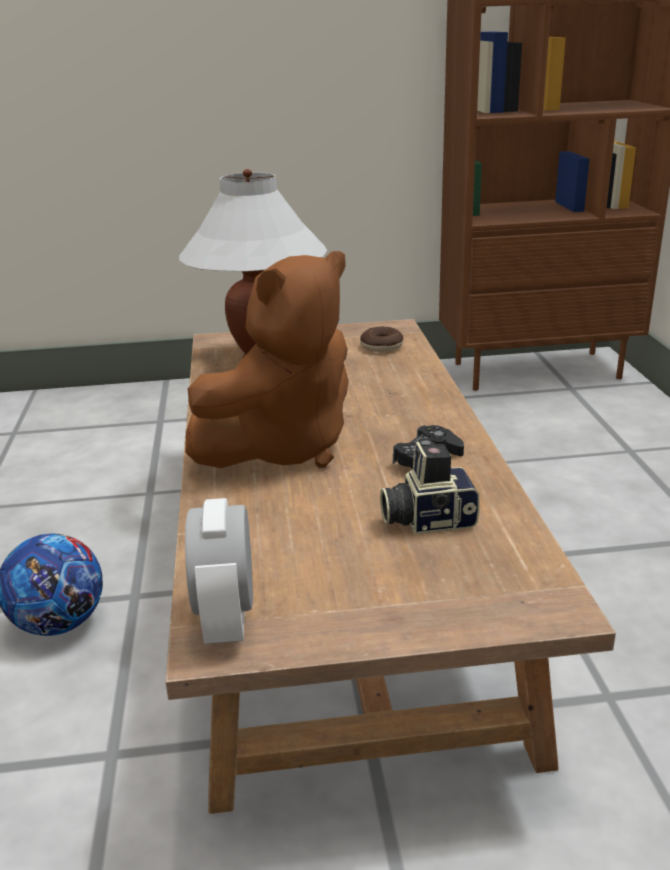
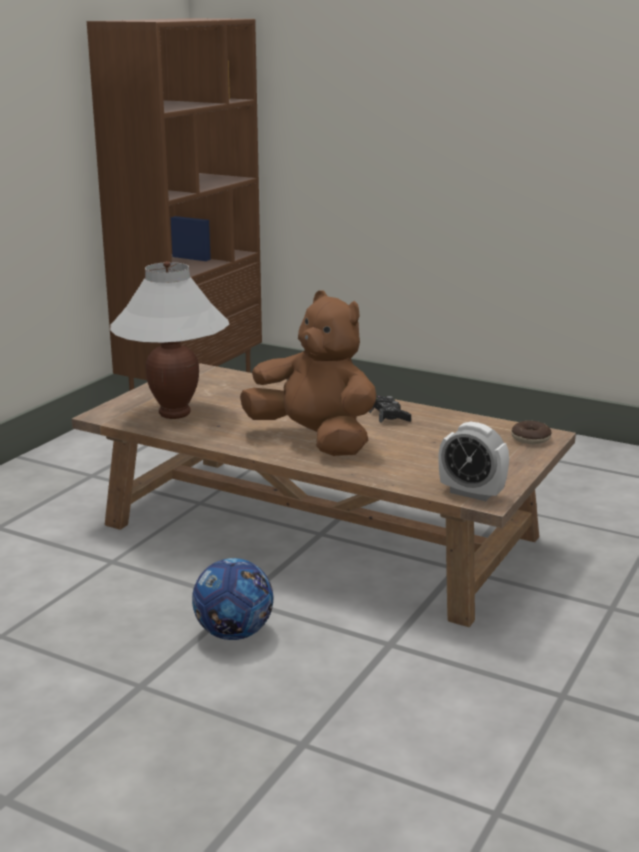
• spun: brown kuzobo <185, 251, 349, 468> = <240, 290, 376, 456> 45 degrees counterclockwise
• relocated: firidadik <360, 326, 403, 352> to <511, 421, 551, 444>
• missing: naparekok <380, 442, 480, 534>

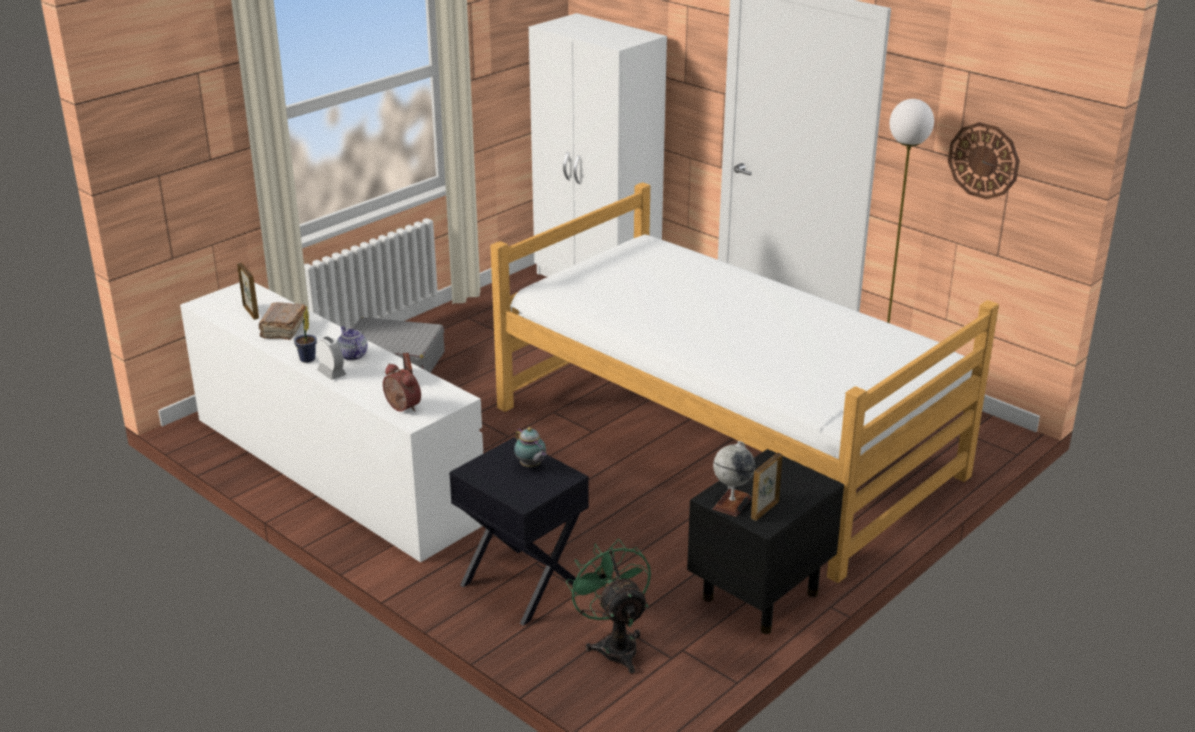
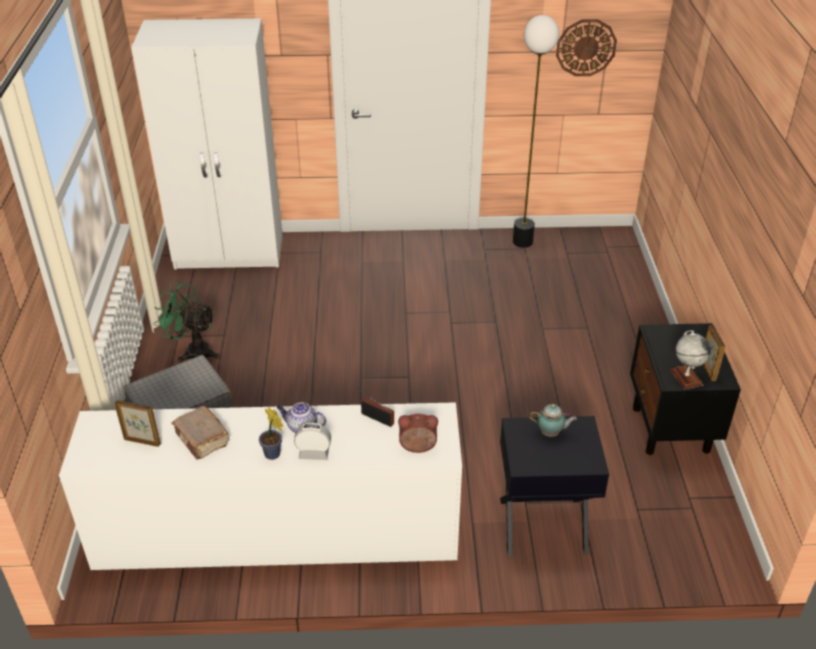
• missing: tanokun <490, 182, 999, 583>
• relocated: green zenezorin <566, 539, 651, 674> to <153, 282, 219, 362>

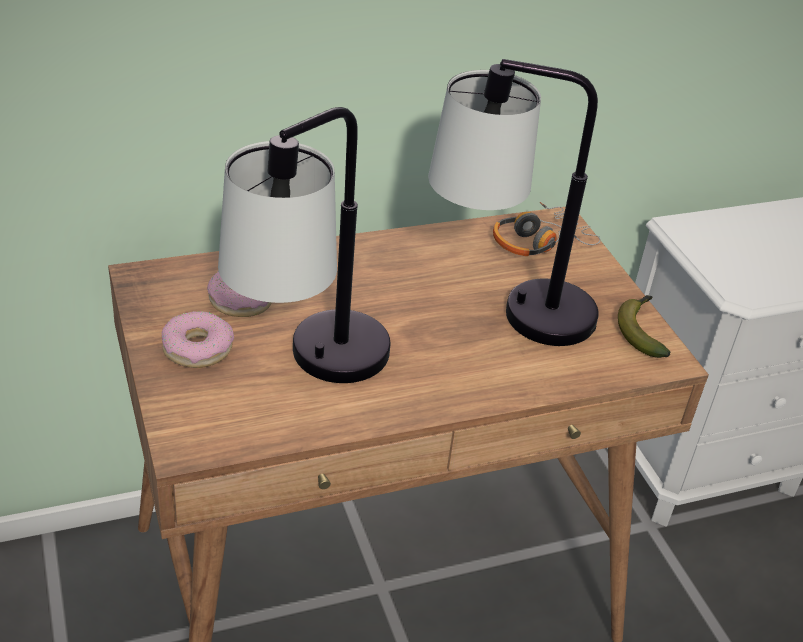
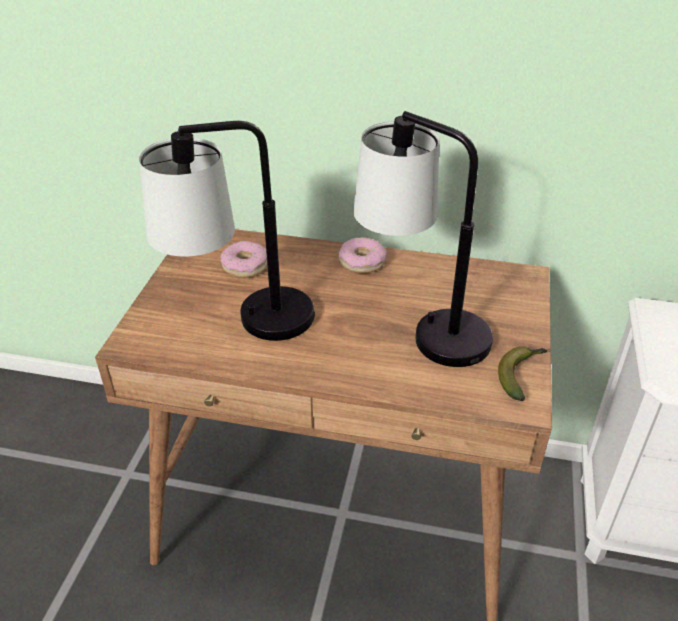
• missing: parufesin <493, 202, 601, 256>
• relocated: firidadik <162, 311, 234, 368> to <339, 237, 387, 273>

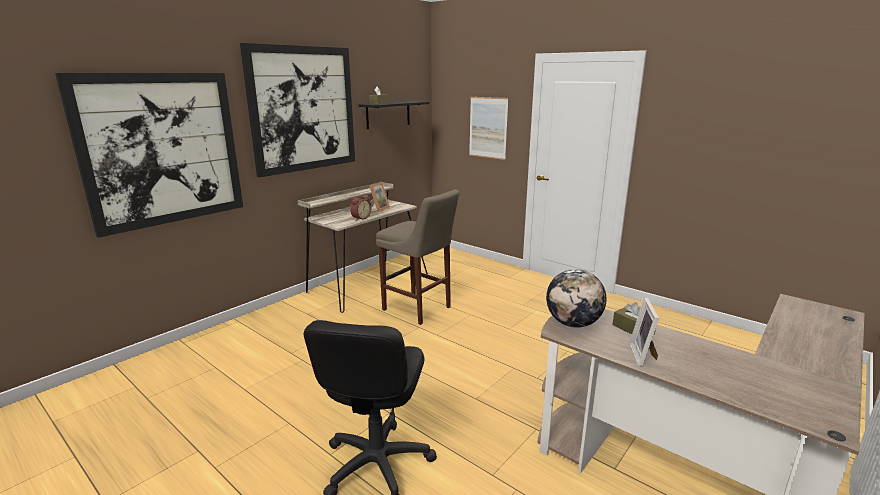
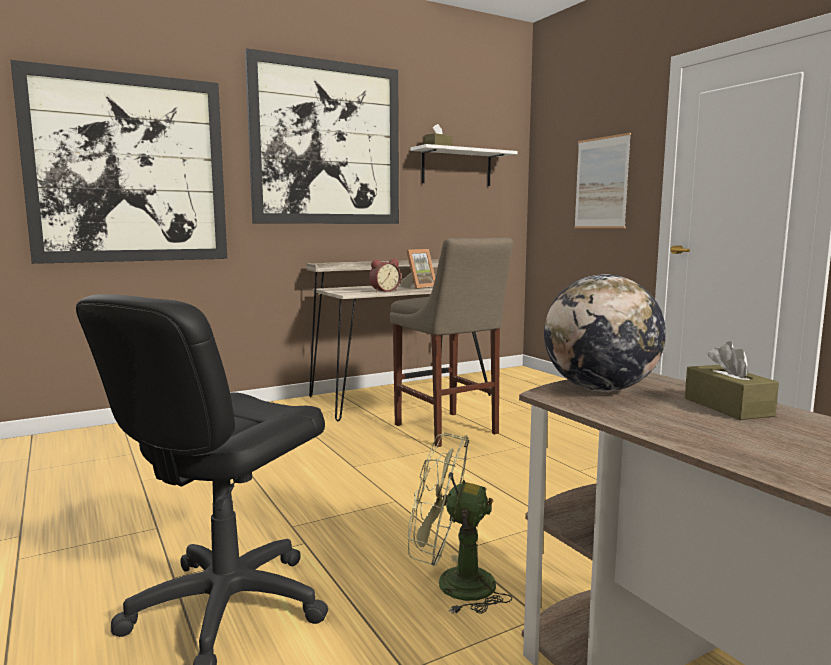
• colour: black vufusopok <359, 101, 429, 129> to white vufusopok <411, 144, 518, 186>
• missing: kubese <629, 298, 659, 367>
• appeared: green zenezorin <408, 433, 512, 614>

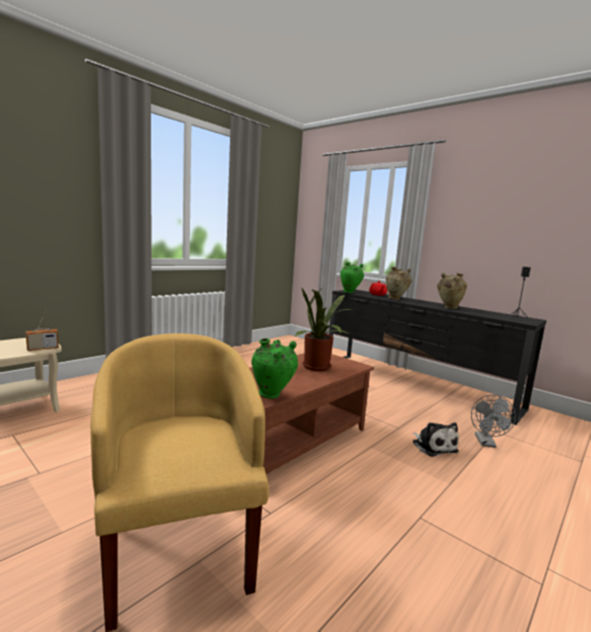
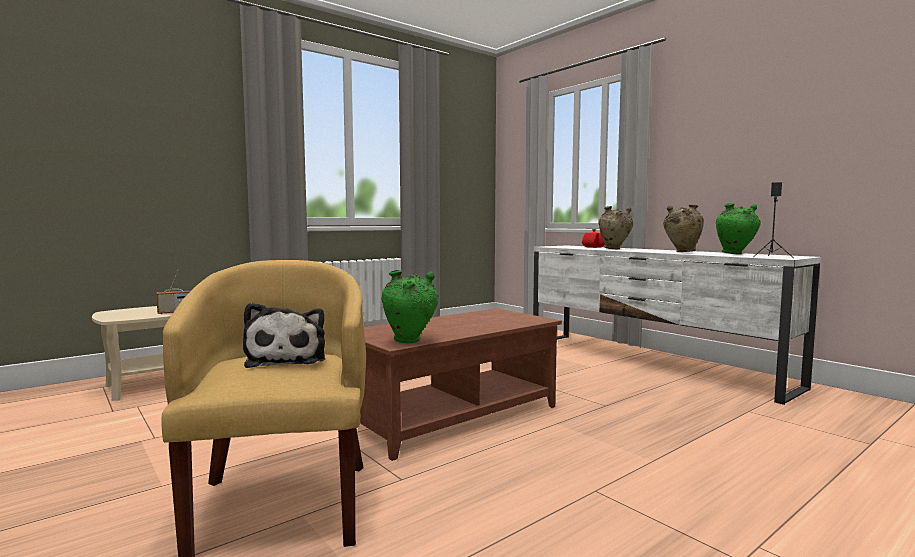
• relocated: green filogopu <340, 262, 364, 293> to <716, 203, 761, 254>
• missing: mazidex <295, 288, 351, 371>
• colour: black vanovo <329, 290, 547, 425> to white vanovo <533, 245, 821, 405>
• missing: grey zenezorin <471, 395, 516, 448>
• relocated: kuzobo <413, 422, 459, 457> to <243, 303, 325, 368>

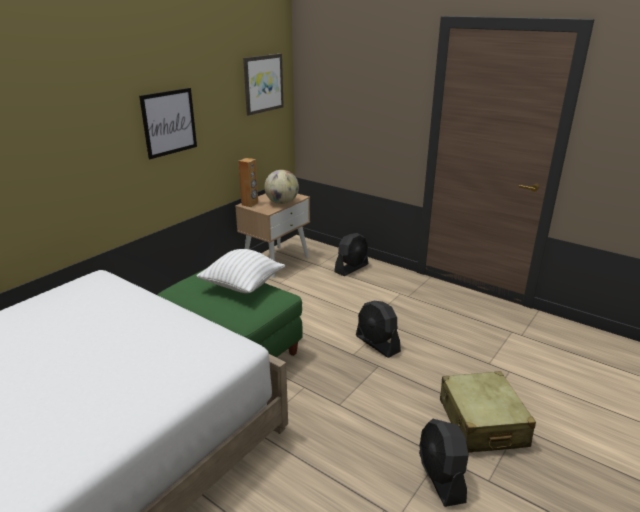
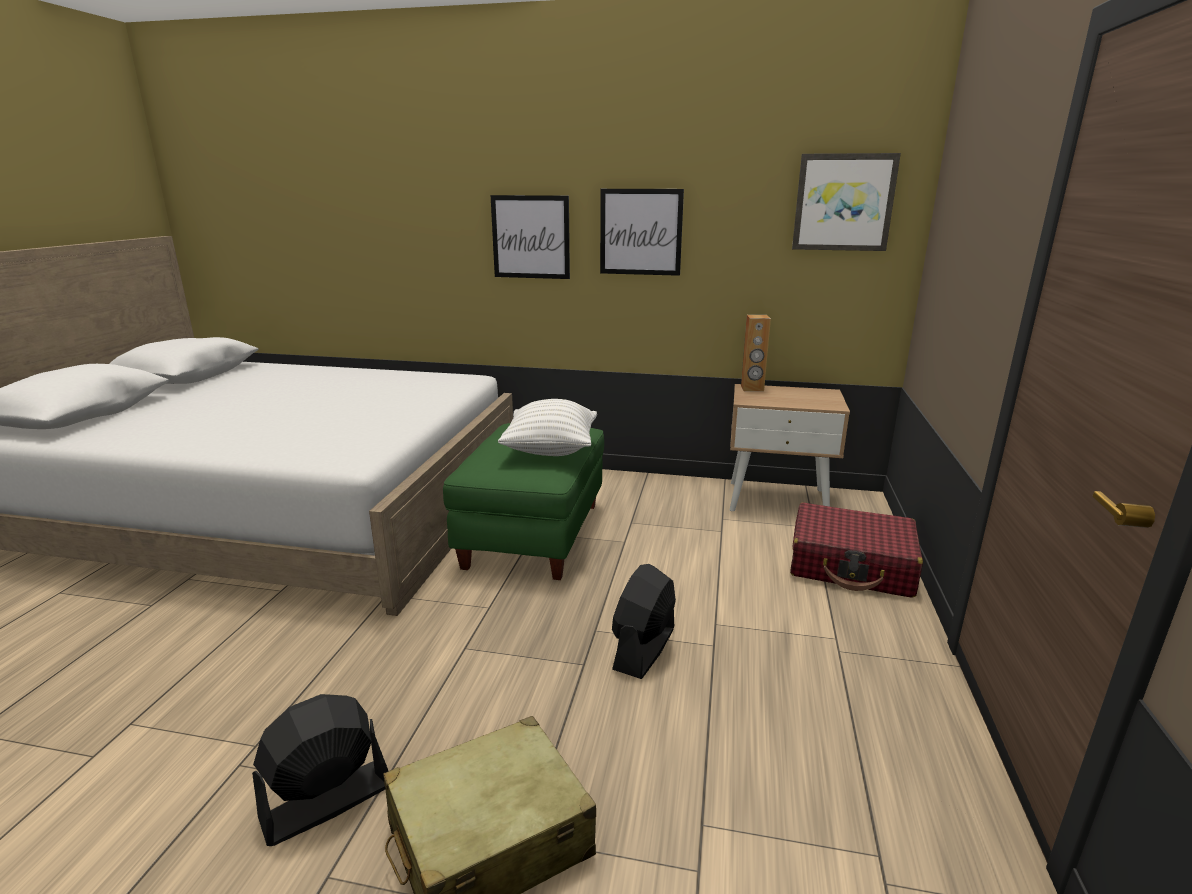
• missing: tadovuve <264, 170, 299, 204>
• exchanged: black zenezorin <334, 233, 368, 276> to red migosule <790, 502, 923, 598>
• appeared: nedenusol <491, 195, 570, 279>

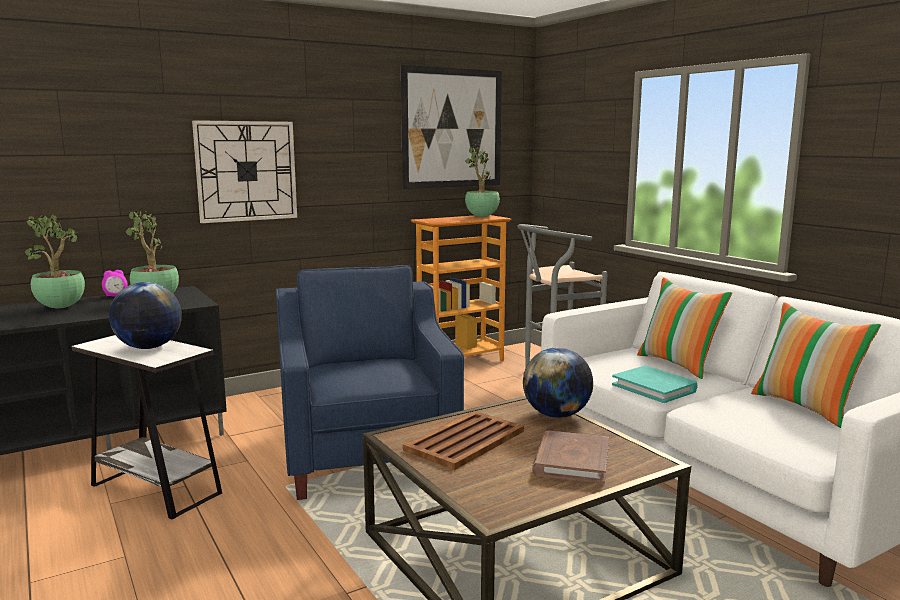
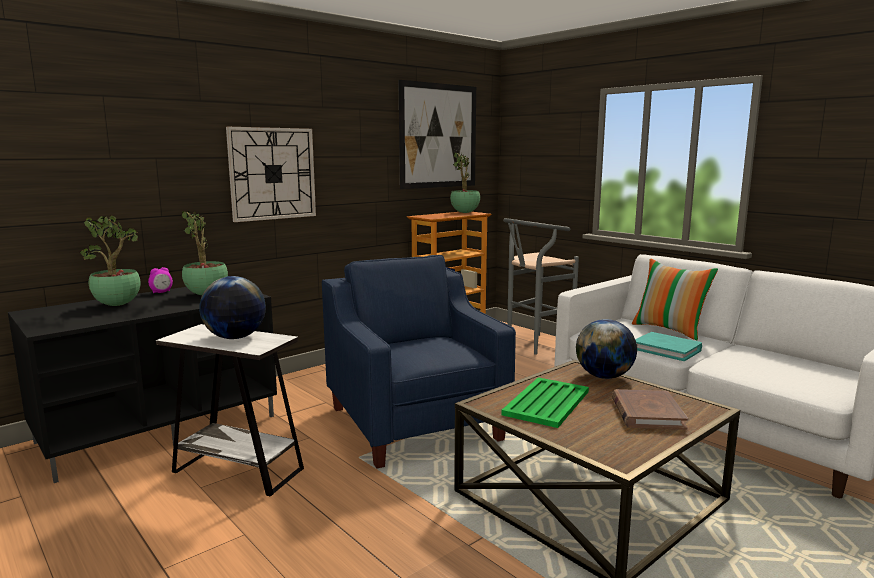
• missing: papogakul <751, 302, 881, 428>
• colour: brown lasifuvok <403, 411, 524, 470> to green lasifuvok <501, 377, 589, 428>

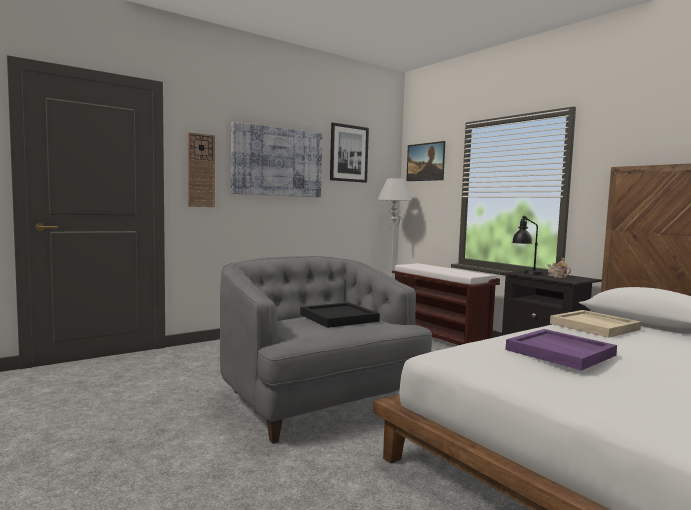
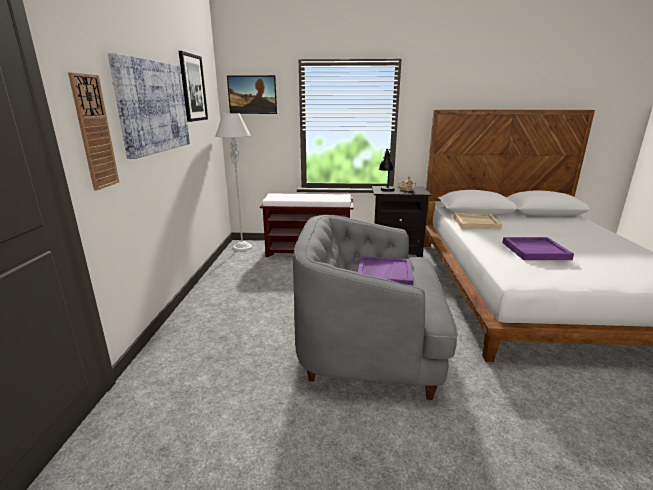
• colour: black lasifuvok <300, 302, 380, 328> to purple lasifuvok <358, 256, 413, 286>

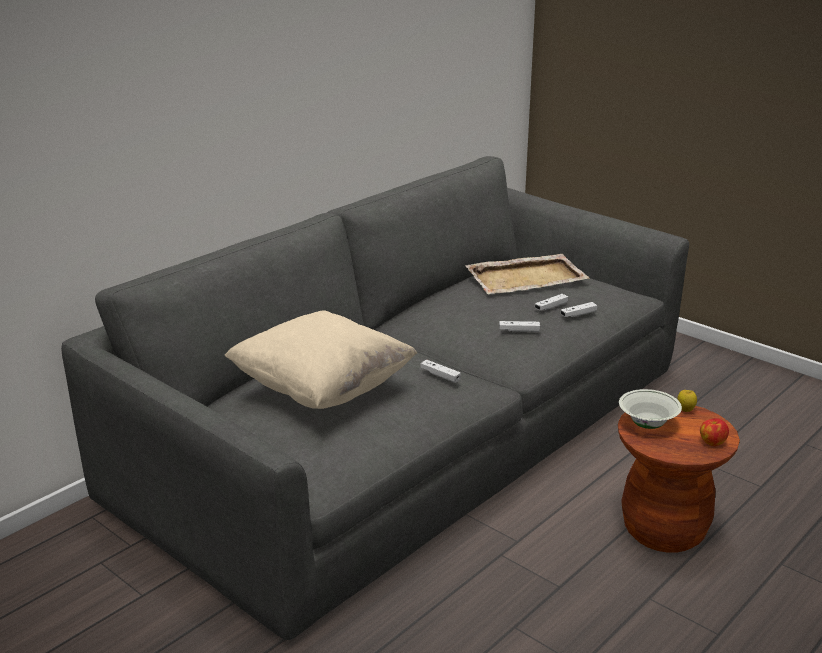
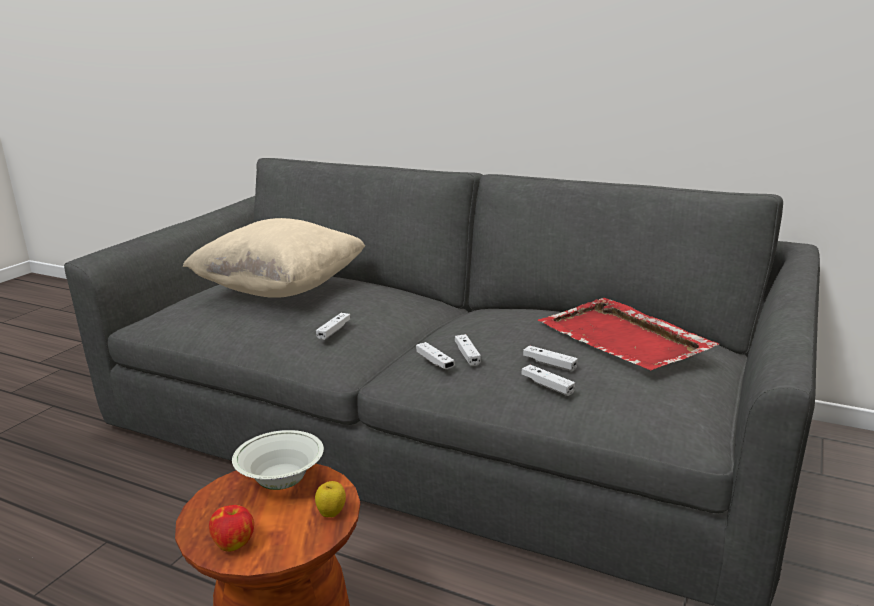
• colour: beige lasifuvok <465, 254, 590, 294> to red lasifuvok <538, 298, 719, 370>
• appeared: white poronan <416, 342, 455, 369>

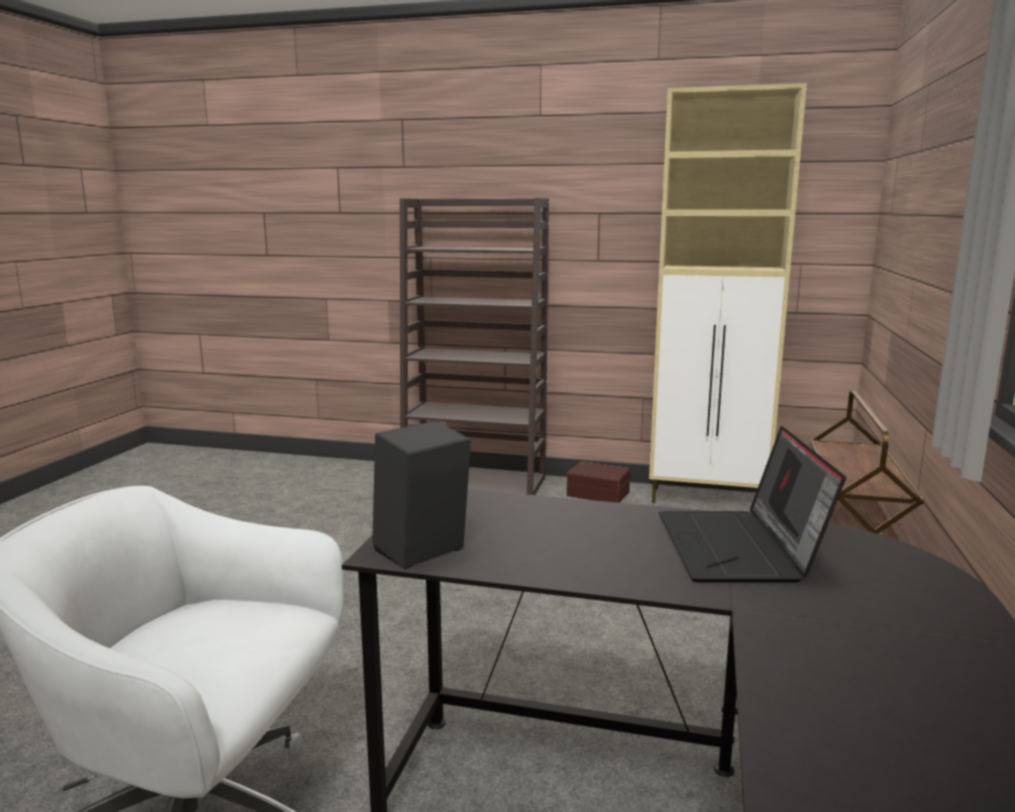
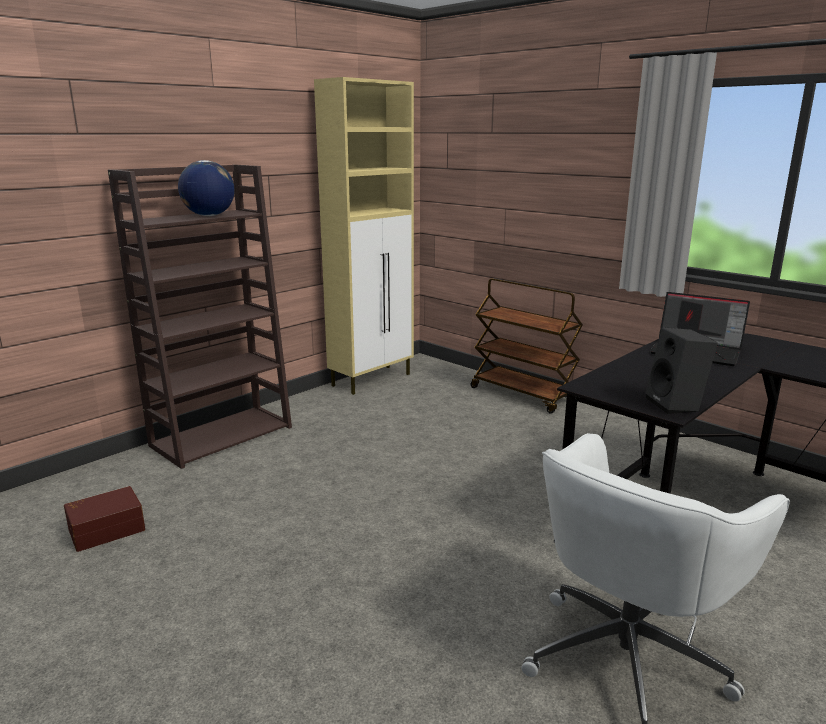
• relocated: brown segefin <567, 461, 630, 503> to <64, 486, 145, 552>
• appeared: tadovuve <178, 160, 235, 216>

